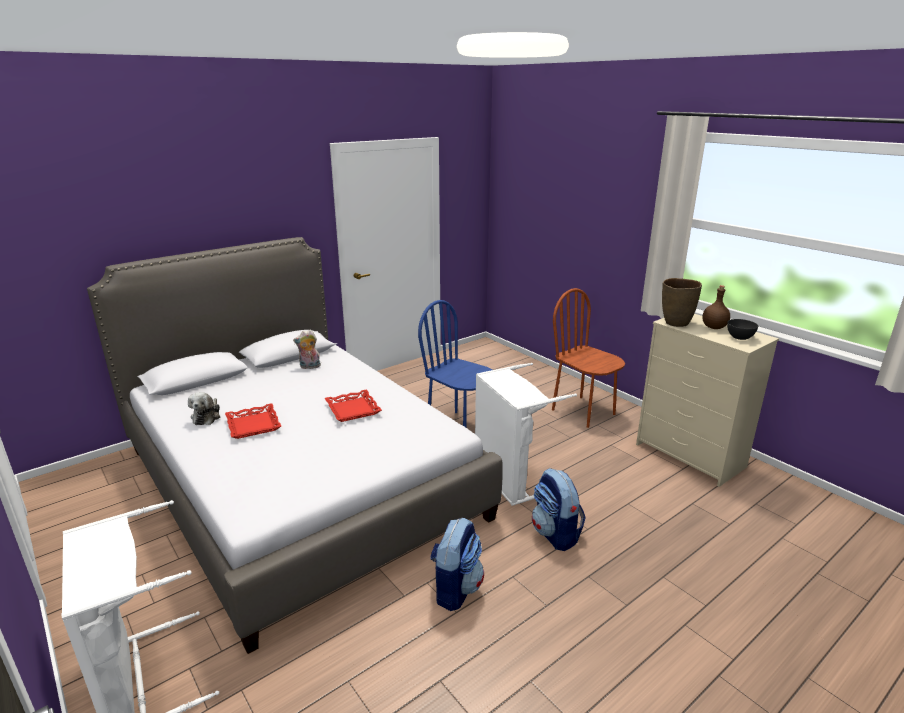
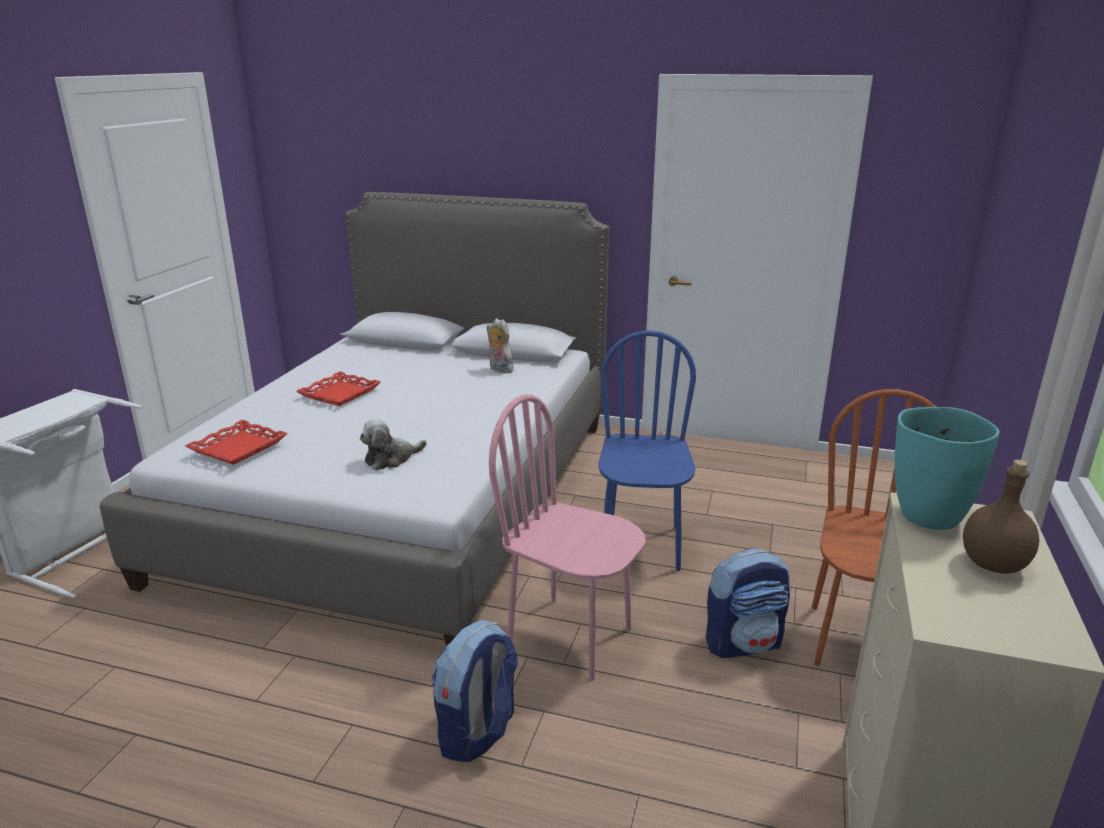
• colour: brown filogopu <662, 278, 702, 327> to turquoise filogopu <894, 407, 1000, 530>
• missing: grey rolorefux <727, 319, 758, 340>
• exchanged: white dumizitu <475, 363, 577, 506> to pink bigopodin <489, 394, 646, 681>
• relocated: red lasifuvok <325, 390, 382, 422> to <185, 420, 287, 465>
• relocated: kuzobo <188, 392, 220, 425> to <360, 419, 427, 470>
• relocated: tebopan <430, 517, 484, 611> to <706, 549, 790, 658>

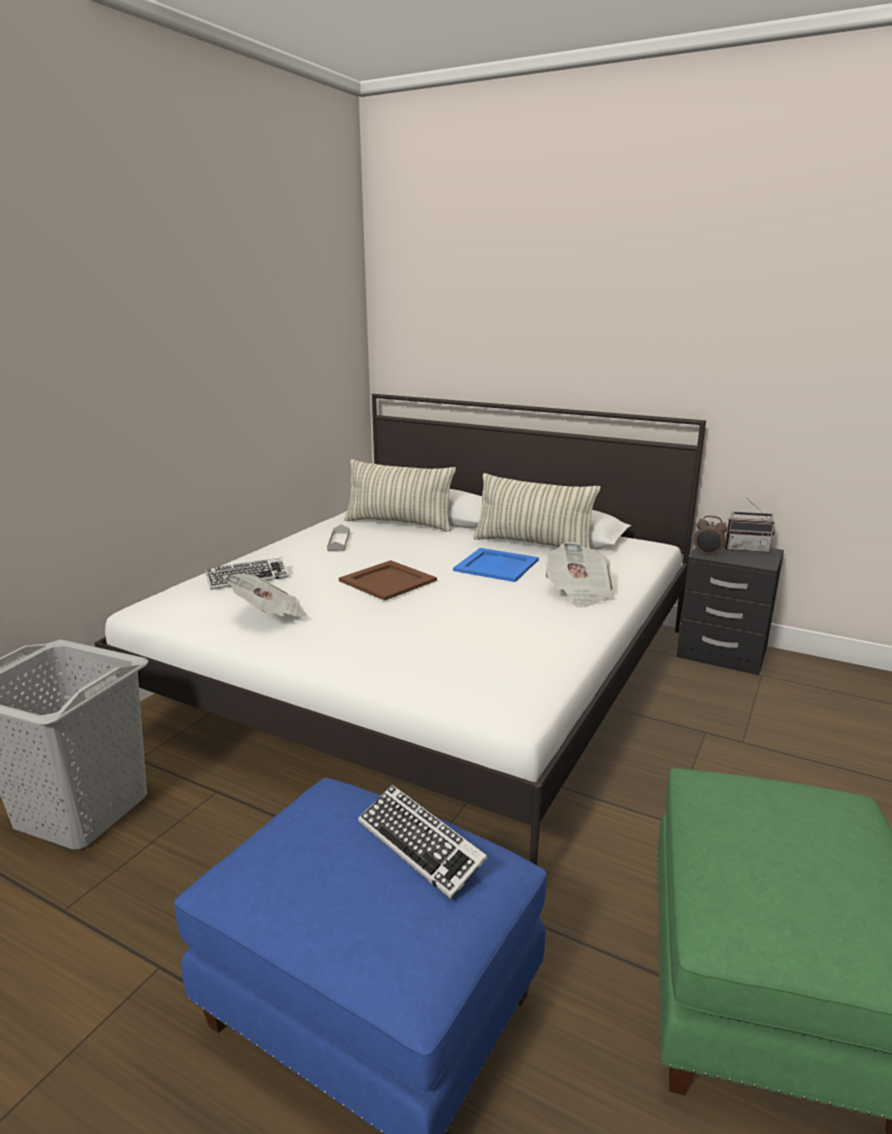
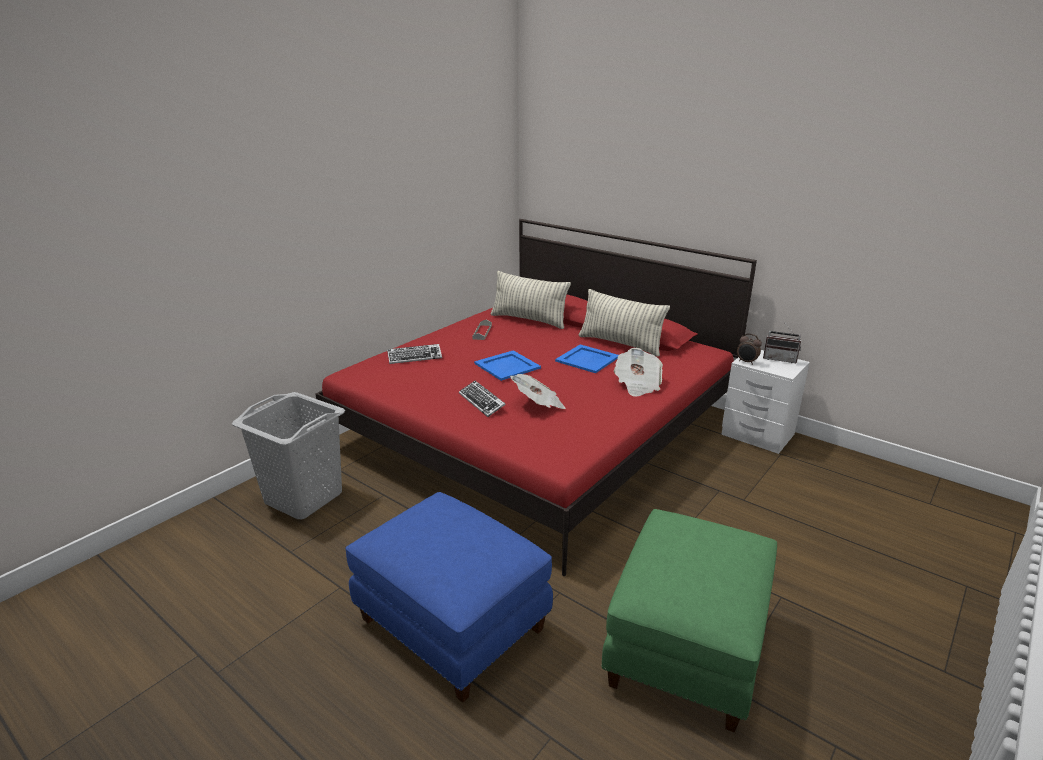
• colour: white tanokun <95, 394, 706, 865> to red tanokun <316, 219, 757, 576>
• colour: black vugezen <677, 544, 784, 675> to white vugezen <721, 350, 810, 454>
• colour: brown lasifuvok <339, 560, 437, 601> to blue lasifuvok <474, 350, 541, 381>
• relocated: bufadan <223, 574, 308, 618> to <510, 374, 566, 409>
• relocated: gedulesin <358, 785, 488, 900> to <459, 381, 506, 417>

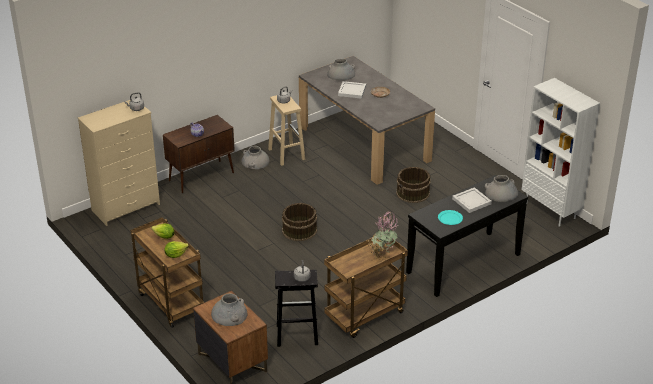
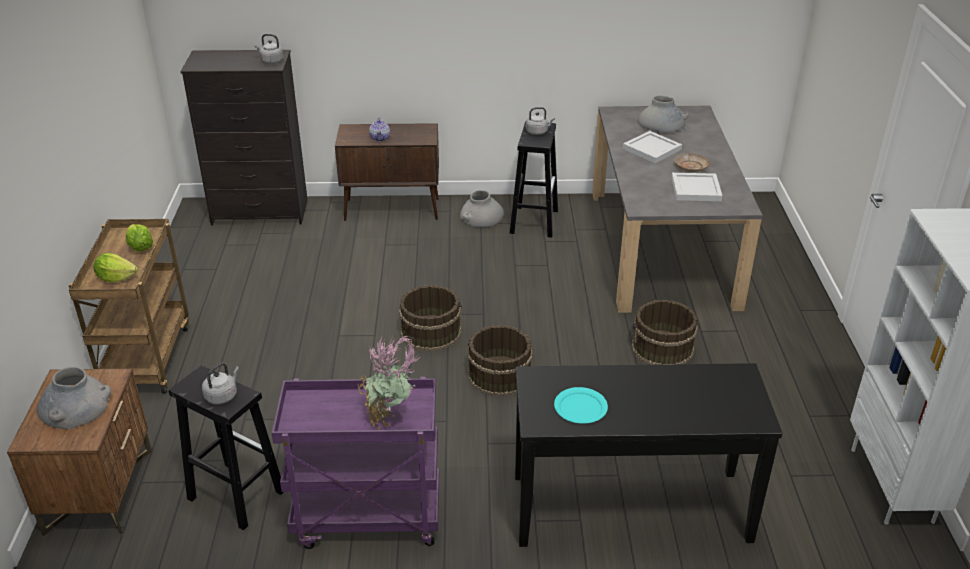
• colour: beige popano <268, 95, 305, 166> to black popano <510, 121, 558, 238>
• colour: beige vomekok <78, 99, 160, 226> to black vomekok <180, 50, 308, 225>
• missing: grey filogopu <485, 175, 518, 202>
• relocated: white lasifuvok <452, 187, 492, 213> to <671, 173, 722, 201>
• colour: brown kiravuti <324, 237, 408, 338> to purple kiravuti <272, 377, 439, 549>
• appeared: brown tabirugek <468, 325, 533, 396>

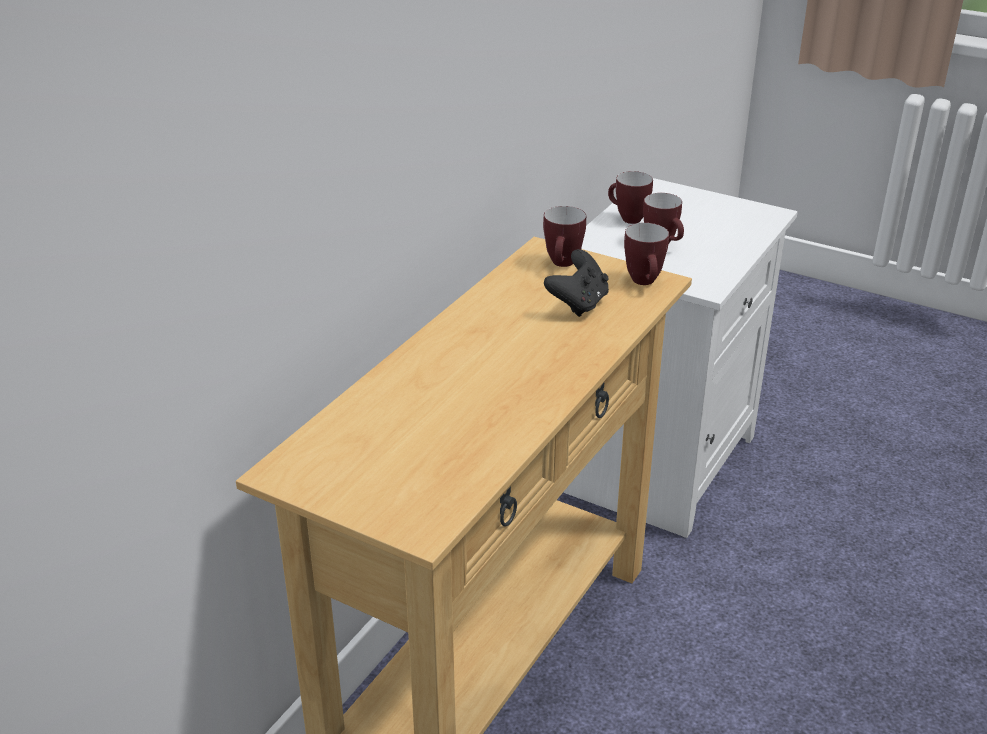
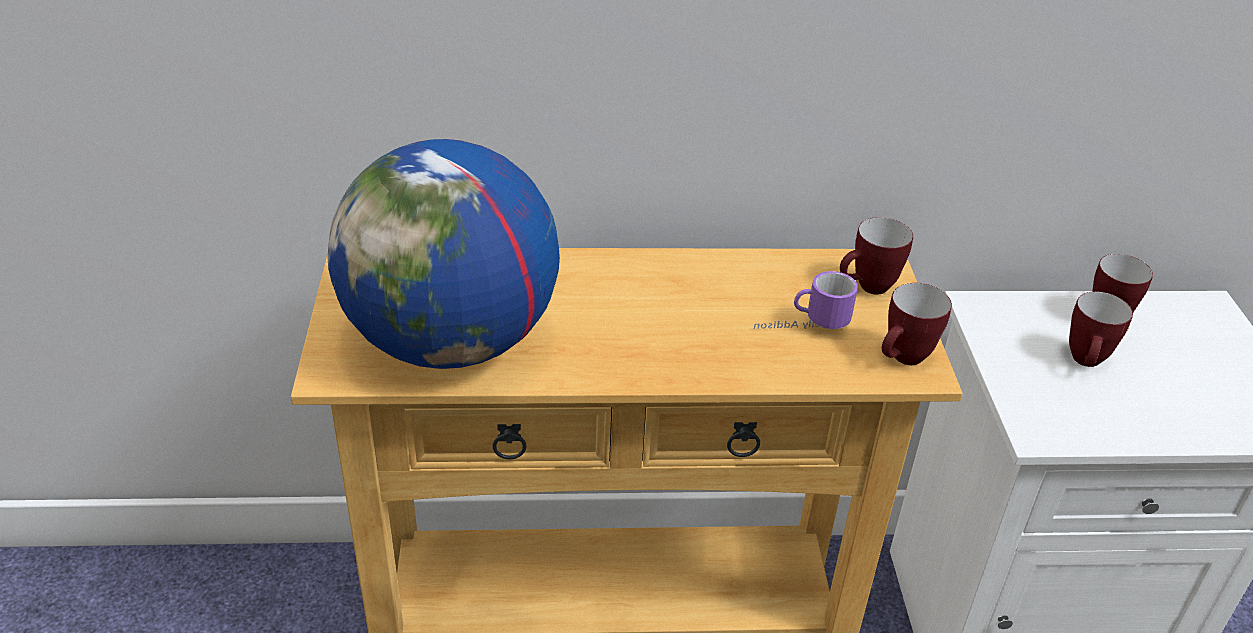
• exchanged: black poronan <544, 249, 609, 317> to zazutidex <754, 271, 858, 329>
• appeared: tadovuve <327, 139, 560, 369>

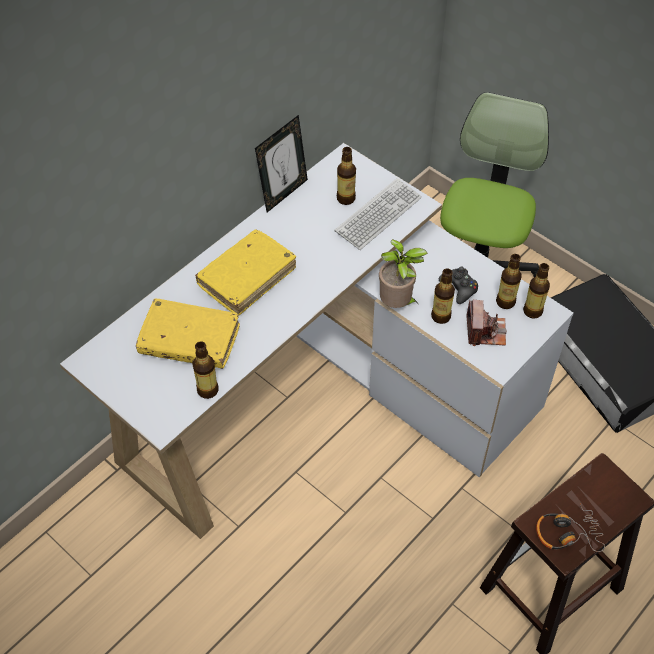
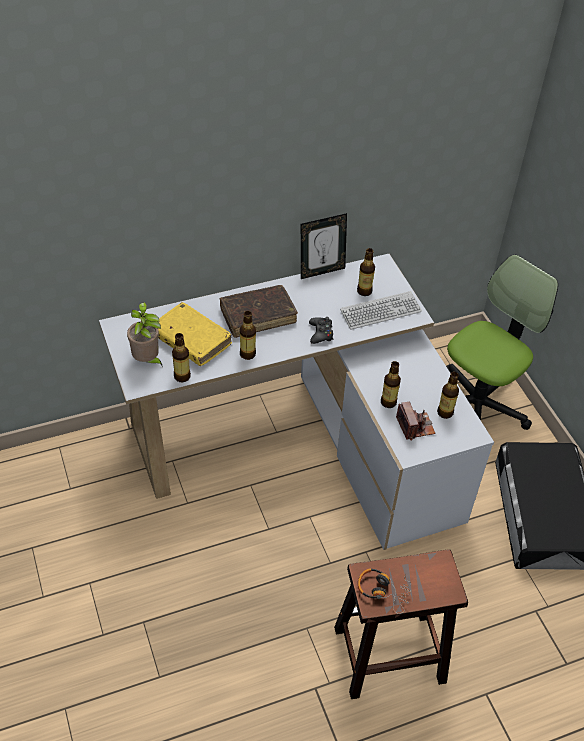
• colour: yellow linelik <195, 229, 296, 315> to brown linelik <220, 285, 298, 338>
• relocated: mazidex <379, 239, 428, 308> to <127, 302, 163, 367>
• relocated: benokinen <523, 263, 550, 319> to <240, 311, 256, 360>
• relocated: black poronan <439, 266, 478, 304> to <309, 317, 333, 344>
• spun: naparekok <466, 300, 507, 347> = <396, 402, 436, 440> 45 degrees counterclockwise

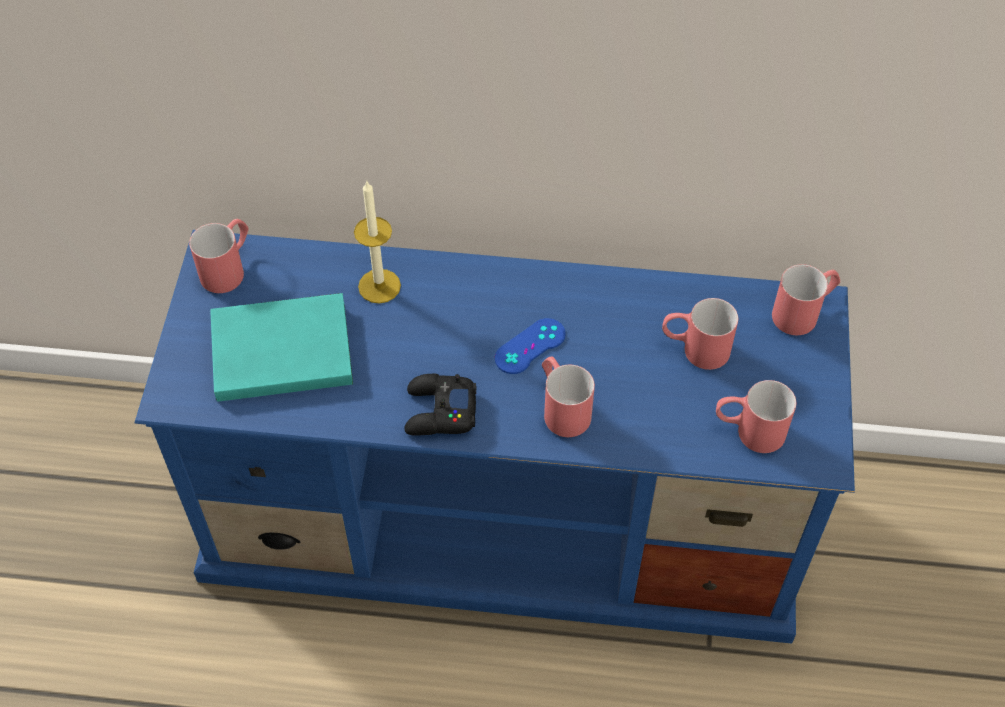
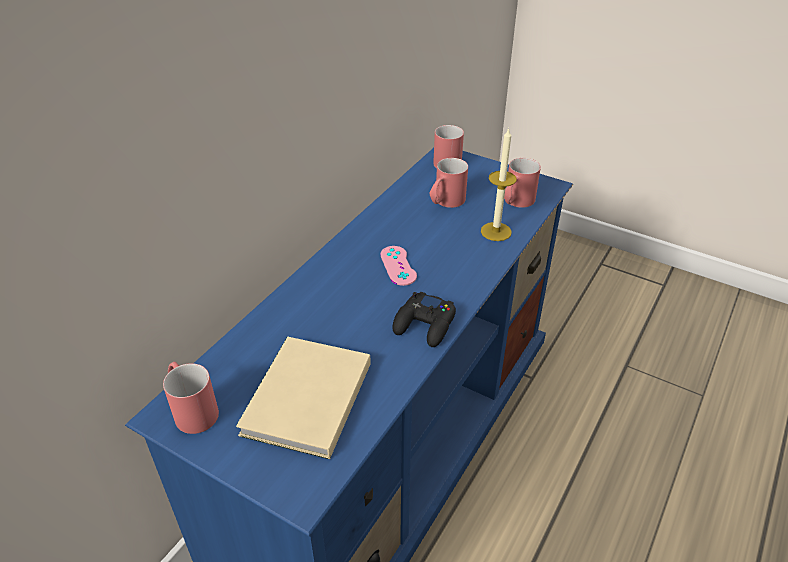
• relocated: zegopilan <354, 181, 401, 304> to <481, 128, 517, 241>
• colour: turquoise linelik <210, 293, 353, 402> to beige linelik <236, 337, 371, 459>
• colour: blue poronan <495, 318, 566, 374> to pink poronan <380, 246, 417, 286>
• missing: red zazutidex <542, 356, 595, 437>

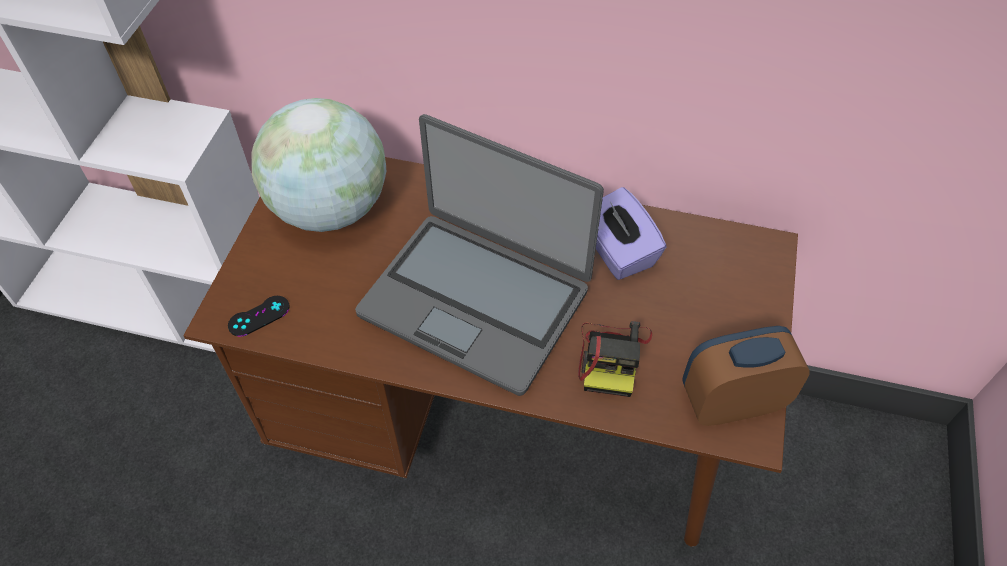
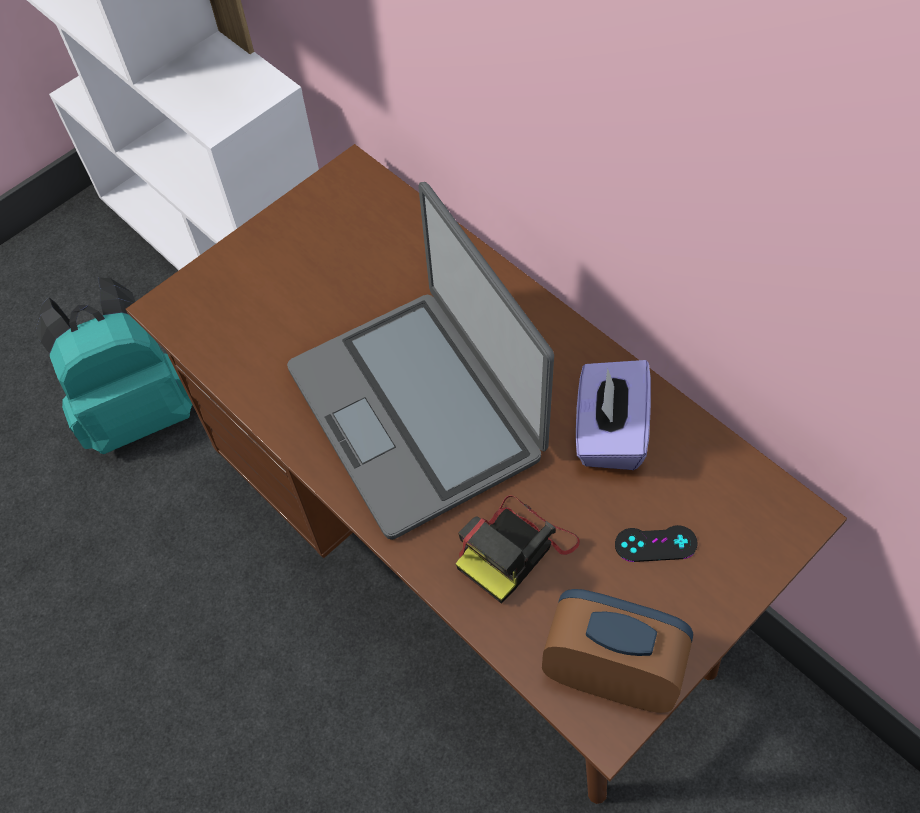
• missing: tadovuve <251, 98, 386, 232>
• relocated: black poronan <228, 296, 290, 337> to <615, 525, 697, 562>
• appeared: turquoise tebopan <35, 278, 192, 454>

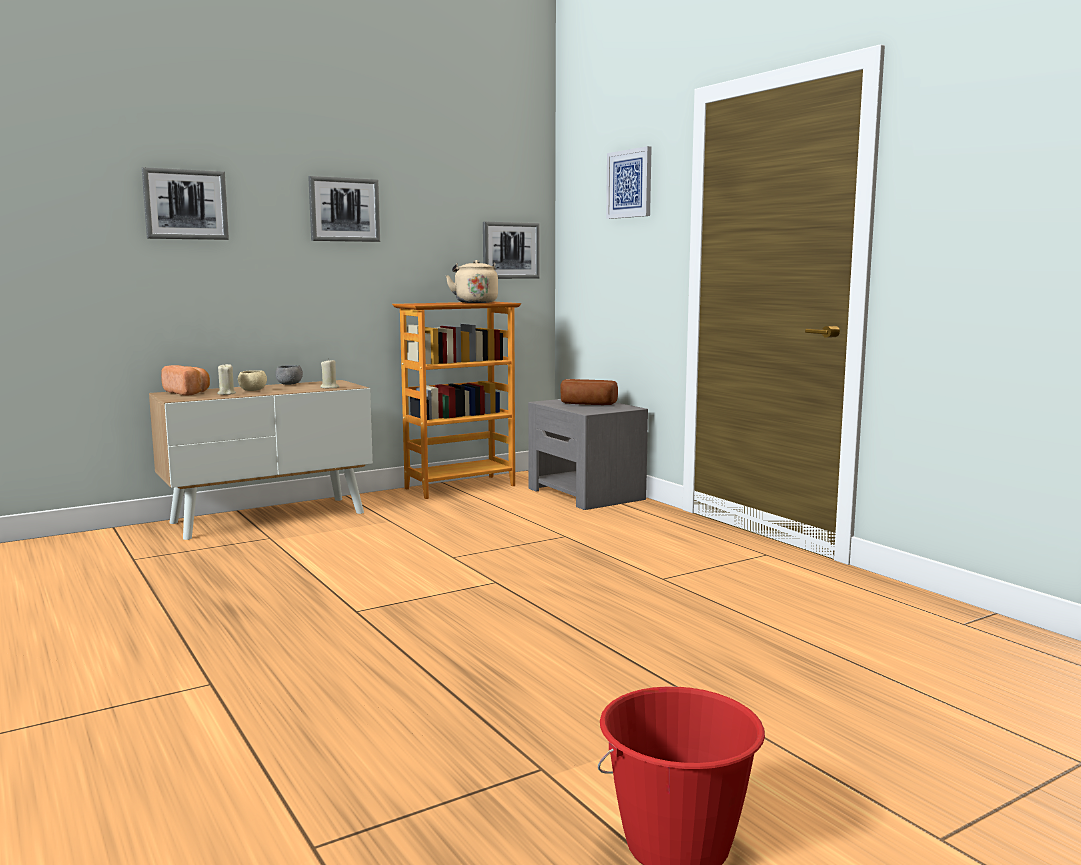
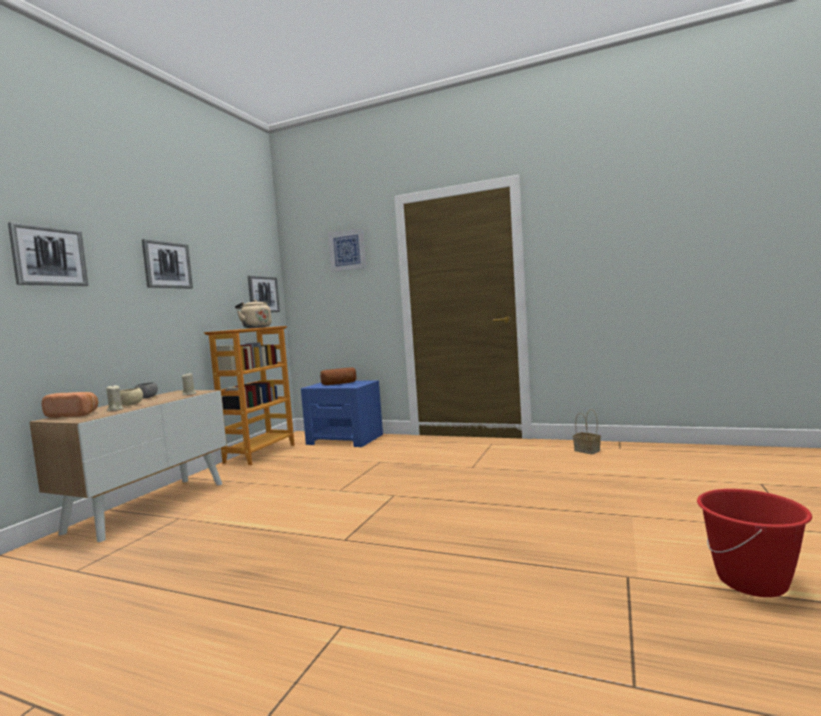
• colour: grey vugezen <528, 399, 648, 510> to blue vugezen <301, 380, 383, 447>
• appeared: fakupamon <573, 409, 601, 454>

